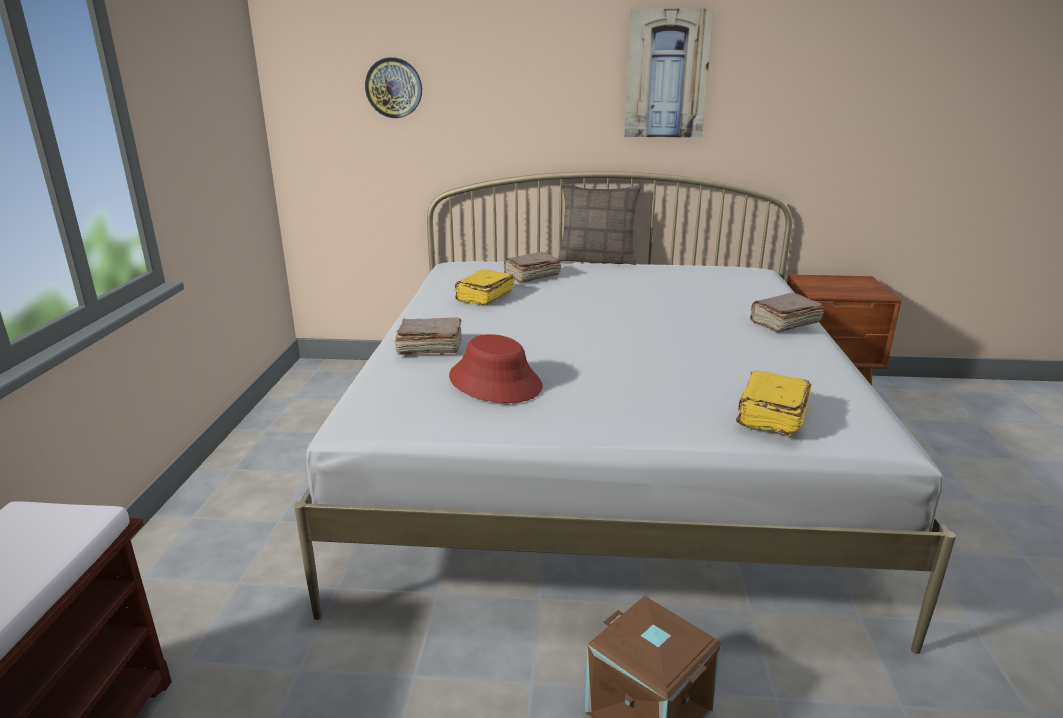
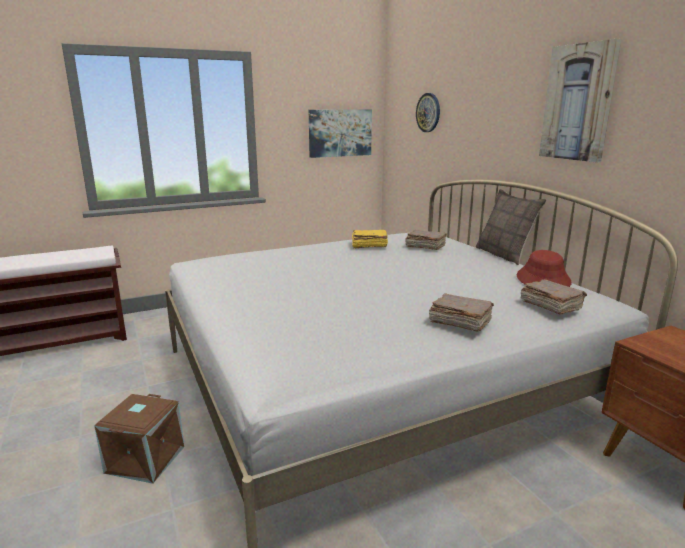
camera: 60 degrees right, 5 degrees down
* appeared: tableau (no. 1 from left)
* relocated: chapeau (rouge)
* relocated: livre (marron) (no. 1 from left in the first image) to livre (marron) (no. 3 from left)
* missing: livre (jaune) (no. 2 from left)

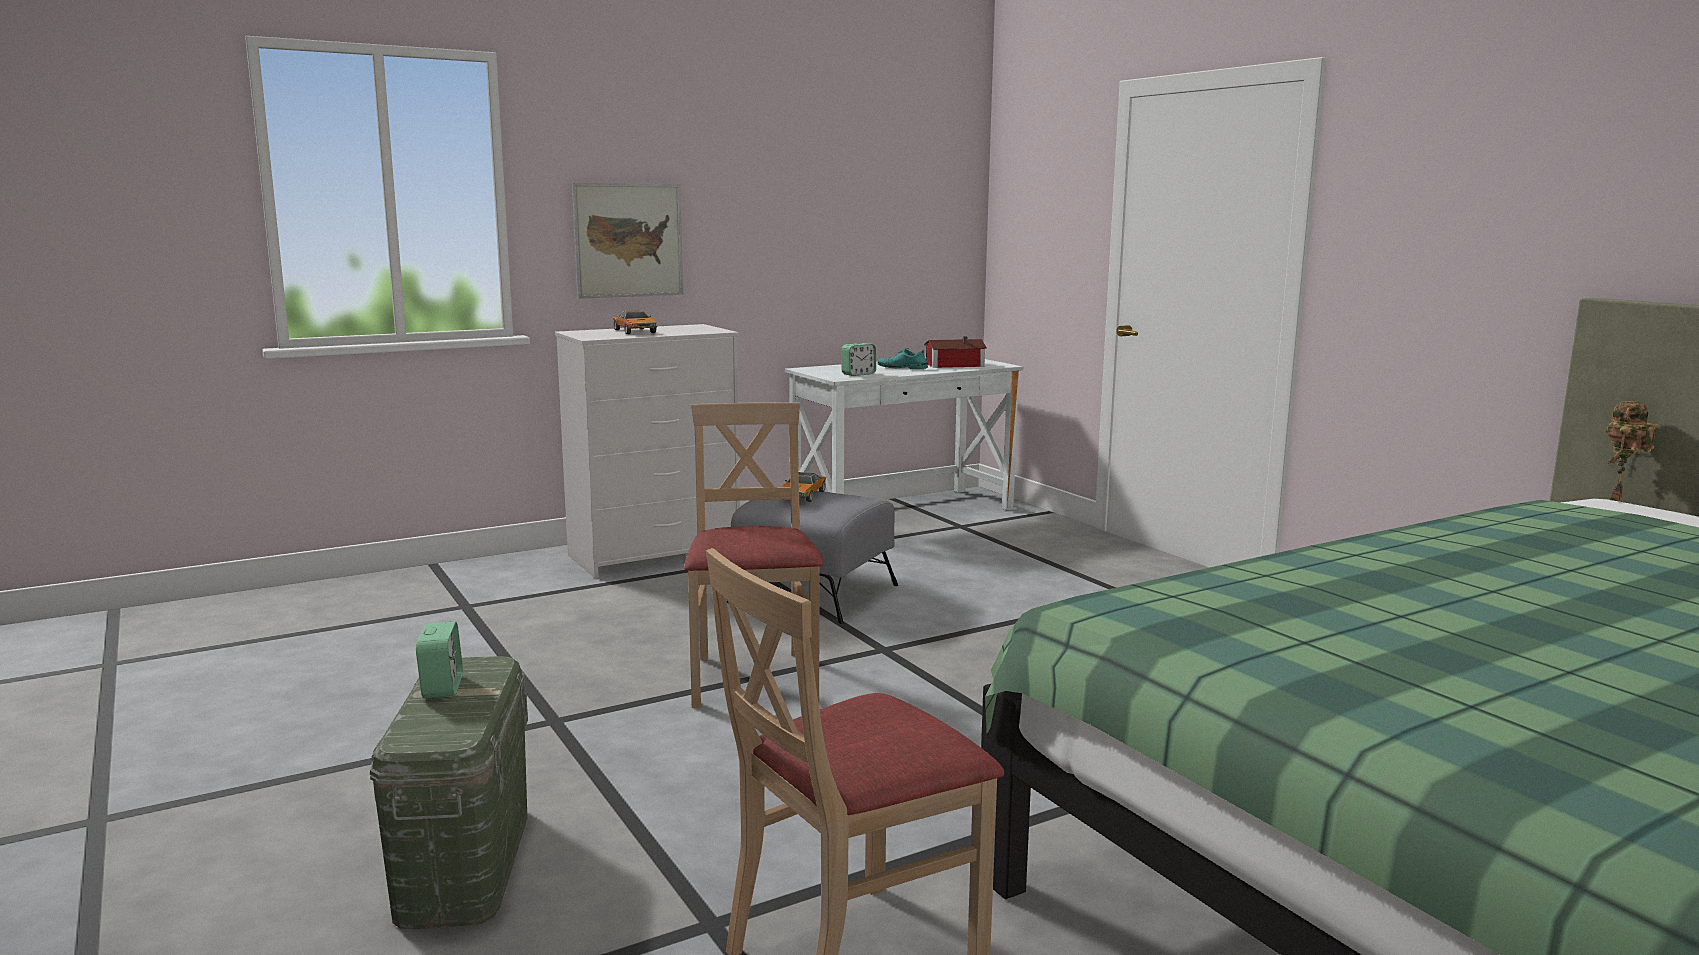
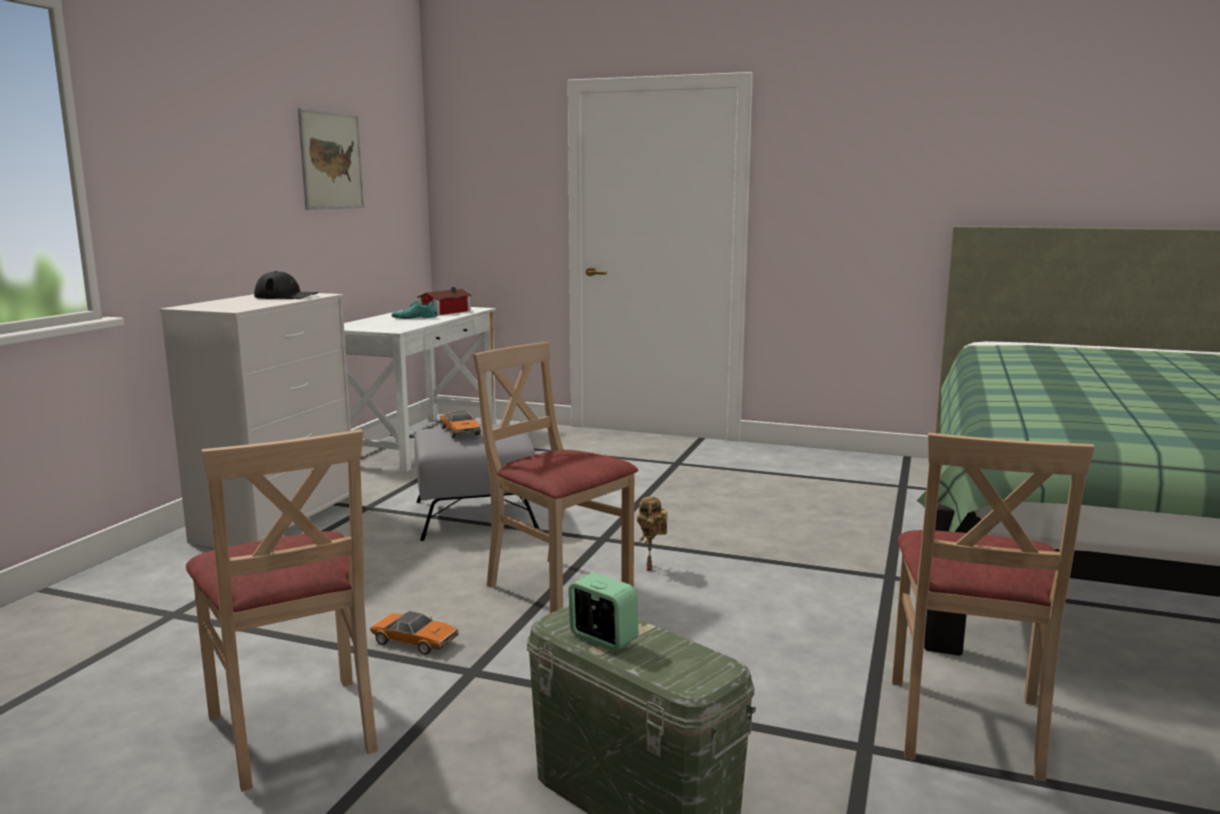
camera: 40 degrees left, 0 degrees up
* appeared: chaise (beige) (no. 1 from left)
* appeared: casquette (noir)
* relocated: tableau
* relocated: petite voiture (no. 1 from left)
* relocated: robot jouet
* missing: réveil (no. 2 from left)

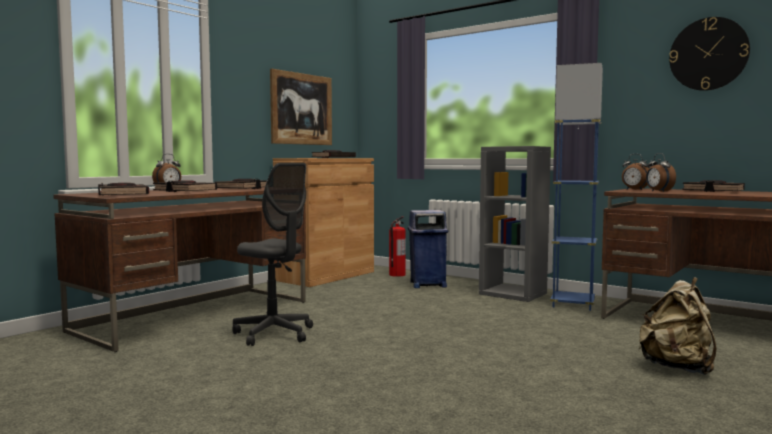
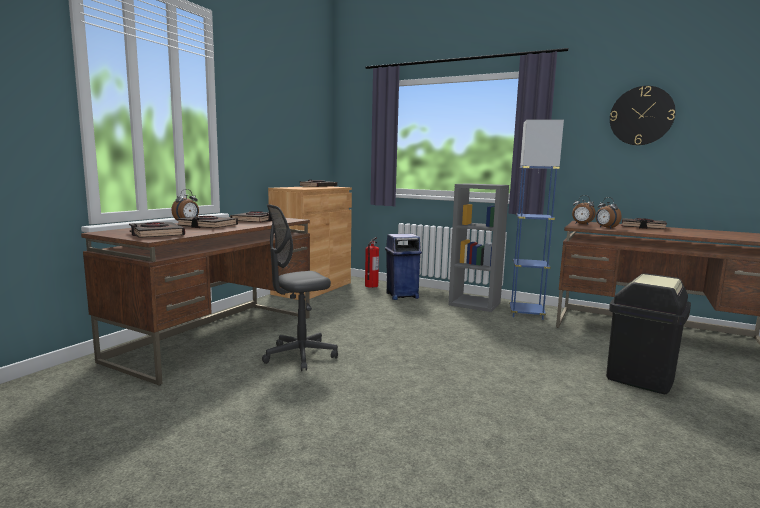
camera: 10 degrees left, 5 degrees up
* spun: chaise de bureau (gris) 120 degrees clockwise
* exchanged: sac à dos (beige) to poubelle (noir)
* missing: tableau

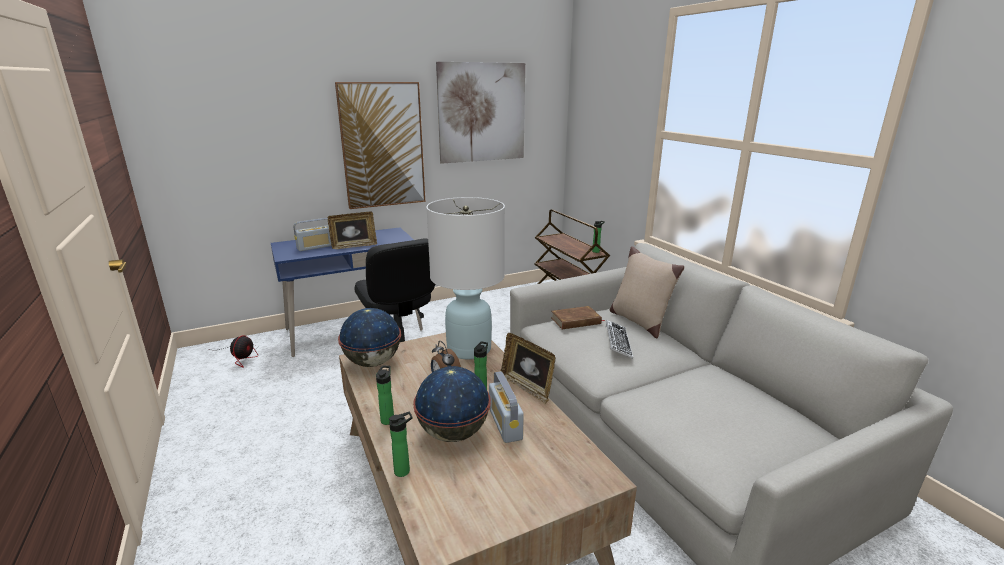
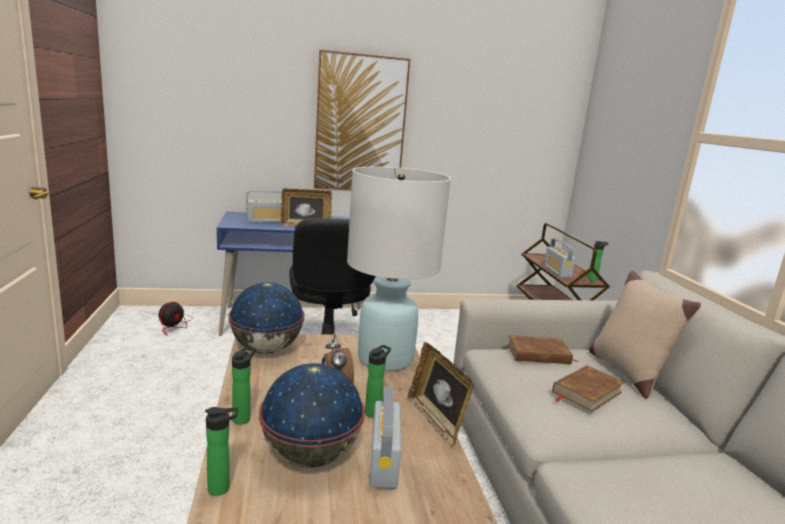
camera: 15 degrees right, 5 degrees down
* appeared: radio (no. 3 from left)
* exchanged: clavier to livre (marron) (no. 2 from left)
* missing: tableau (no. 2 from left)

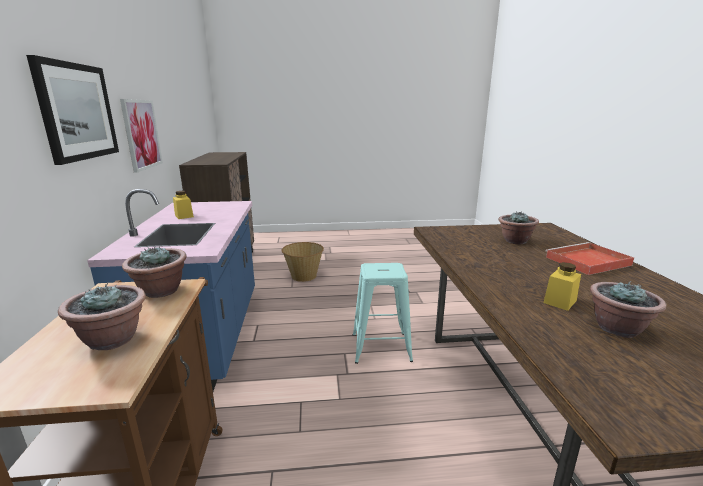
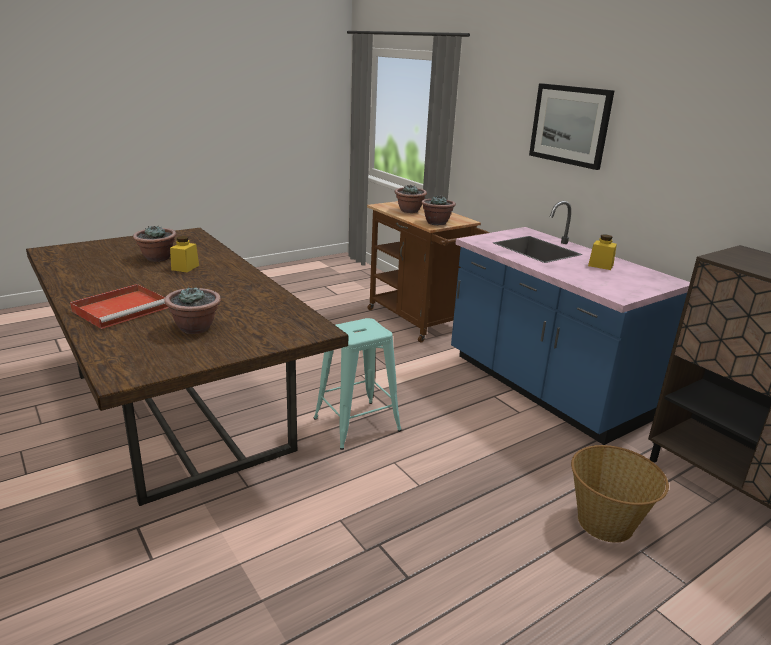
camera: 150 degrees right, 5 degrees up
* missing: tableau (no. 2 from left)

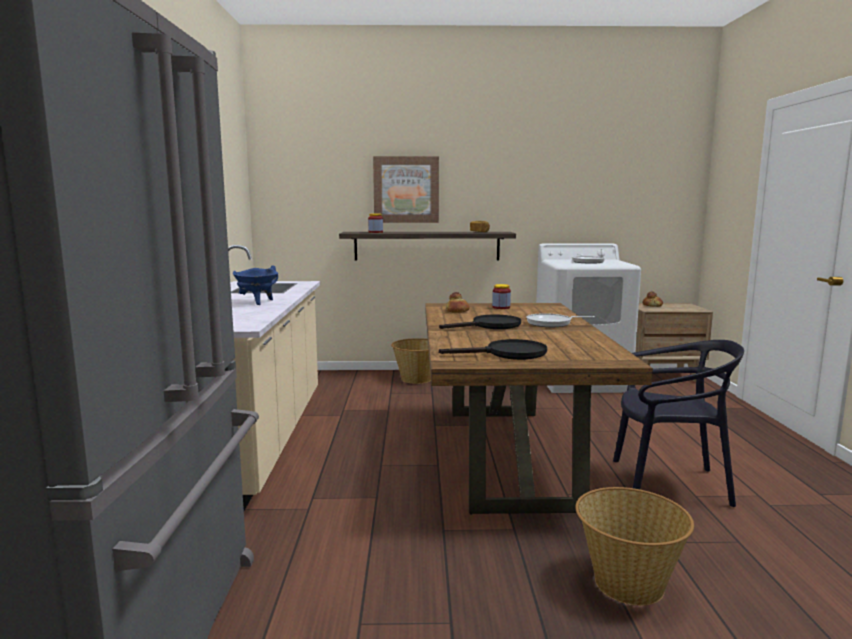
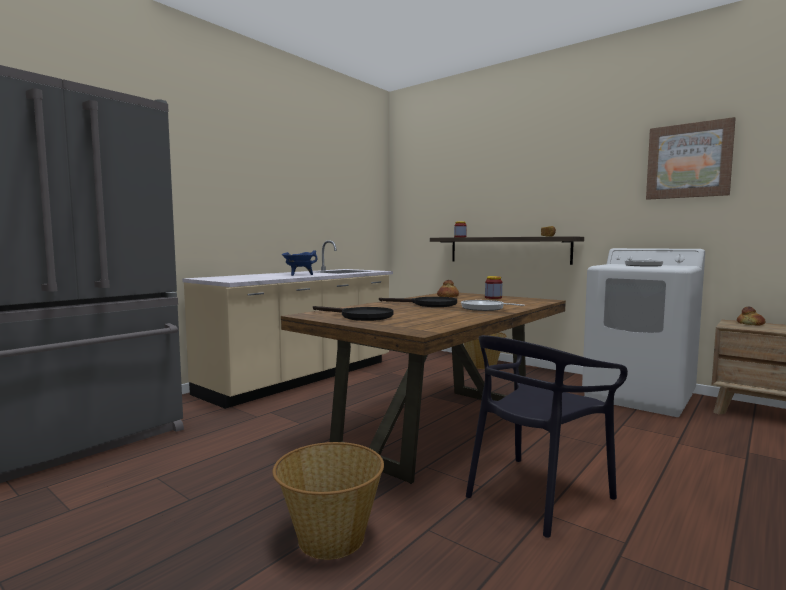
camera: 40 degrees right, 5 degrees down
* spun: chaise (noir) 90 degrees clockwise
* relocated: tableau

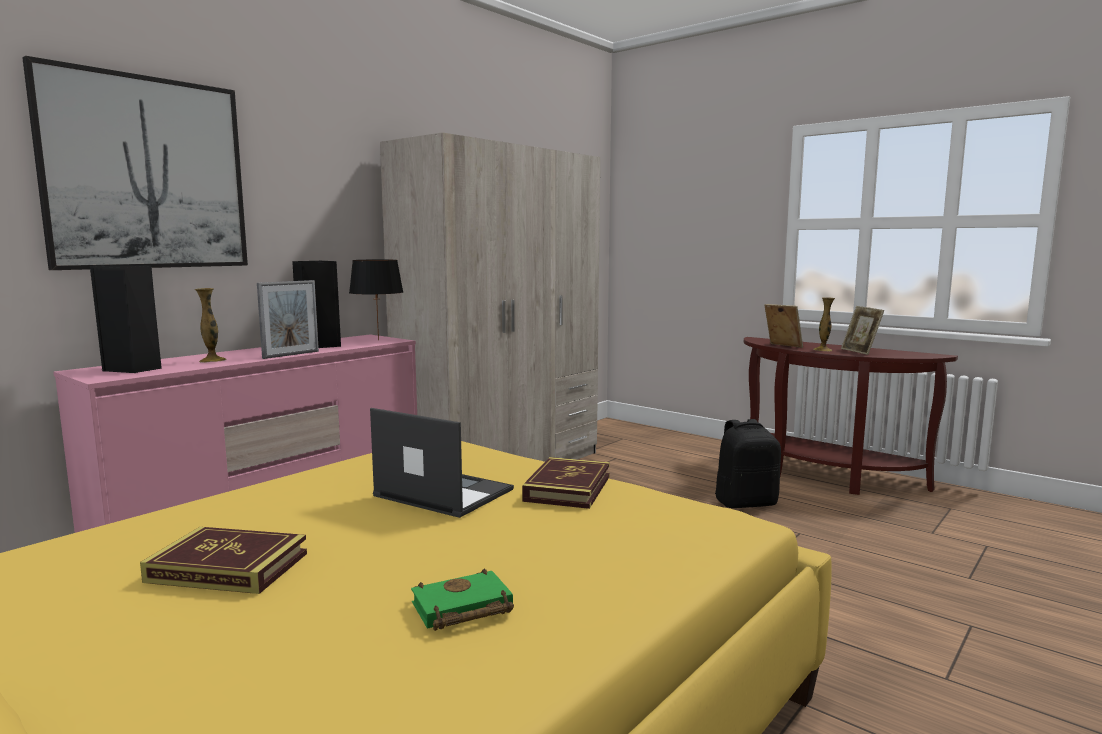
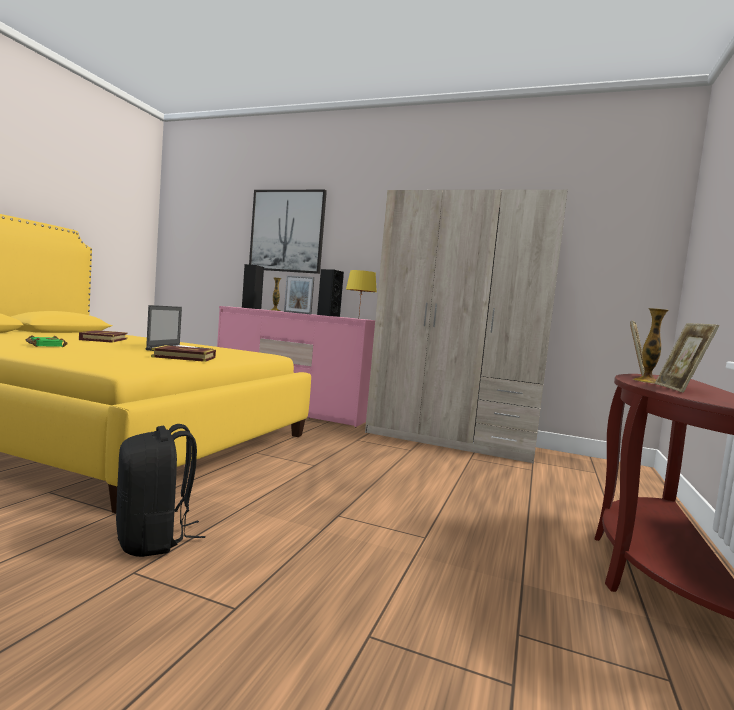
camera: 70 degrees right, 5 degrees down
* relocated: sac à dos (noir)
* colour: lampe de table (noir) to lampe de table (jaune)
* spun: cadre photo (no. 3 from left) 45 degrees counterclockwise

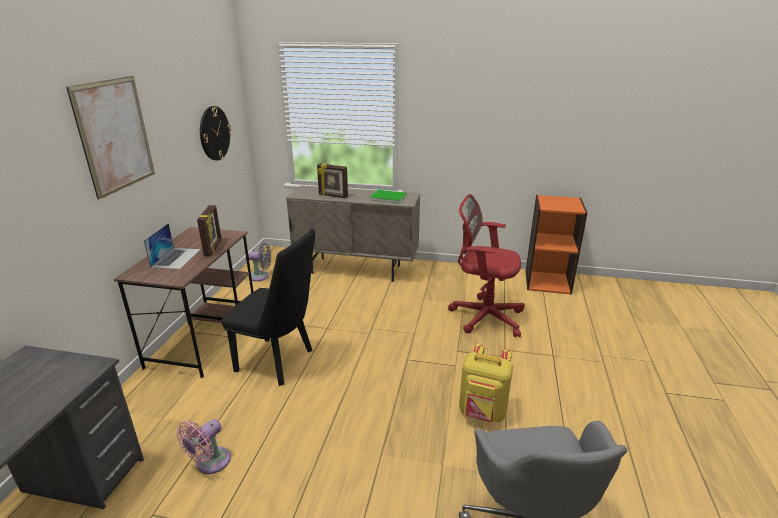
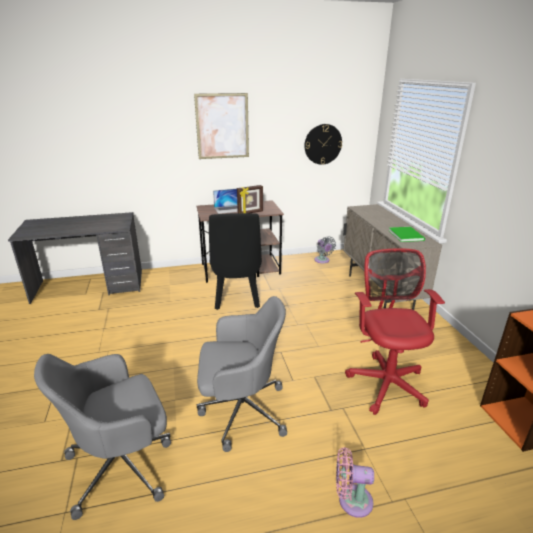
camera: 65 degrees right, 0 degrees up
* exchanged: sac à dos (jaune) to chaise de bureau (gris) (no. 2 from left)
* relocated: ventilateur (rose)
* missing: cadre photo (no. 2 from left)

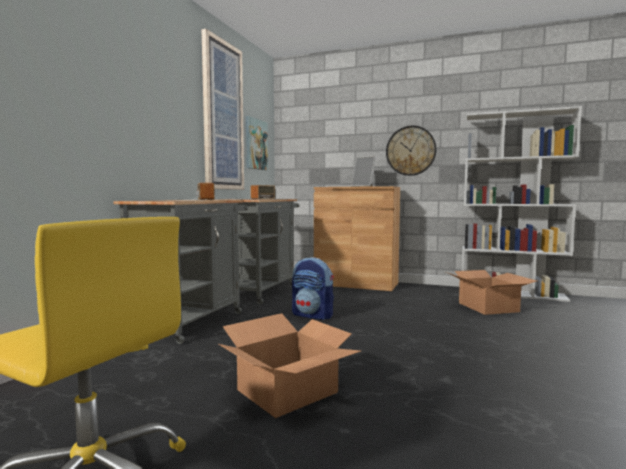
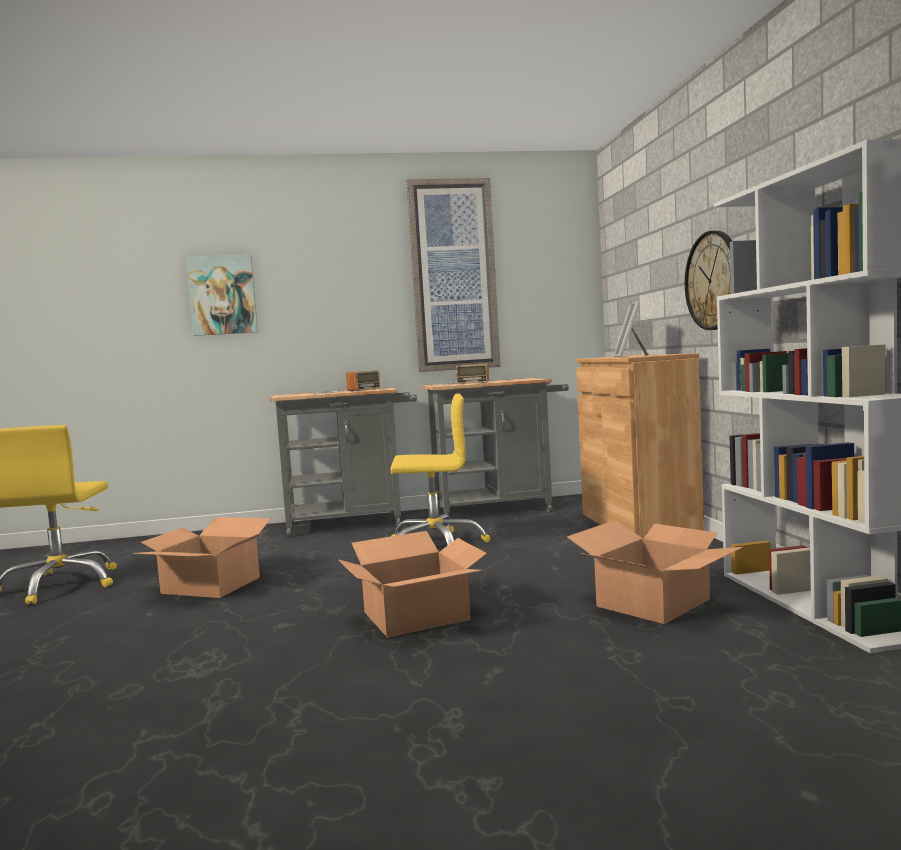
camera: 60 degrees right, 0 degrees up
* relocated: tableau (no. 2 from left in the first image) to tableau (no. 1 from left)
* appeared: carton (no. 2 from left)
* exchanged: sac à dos to chaise de bureau (jaune) (no. 2 from left)

